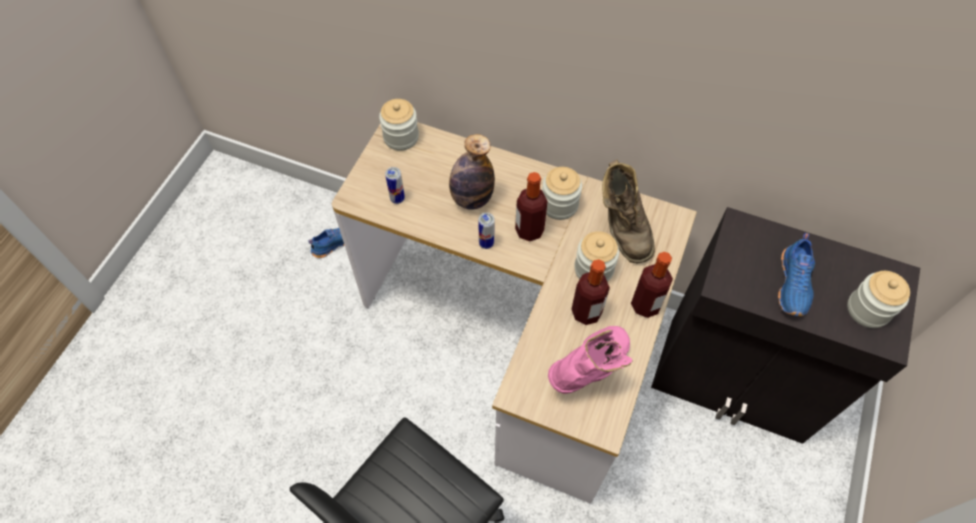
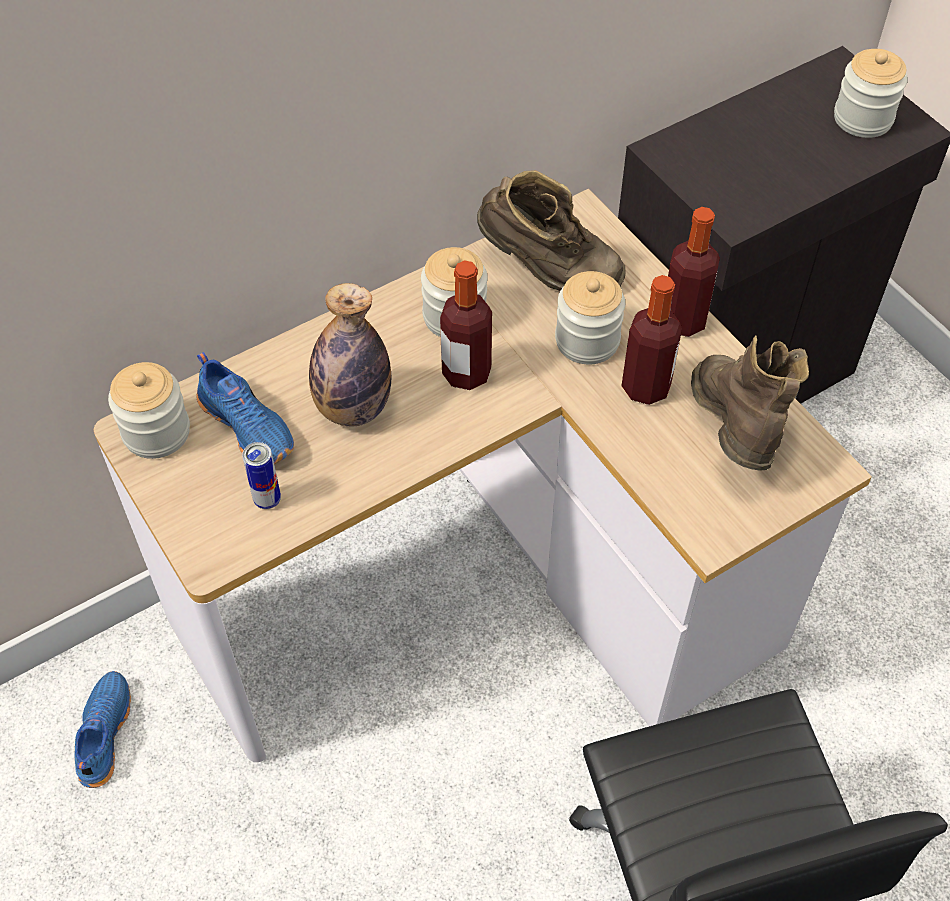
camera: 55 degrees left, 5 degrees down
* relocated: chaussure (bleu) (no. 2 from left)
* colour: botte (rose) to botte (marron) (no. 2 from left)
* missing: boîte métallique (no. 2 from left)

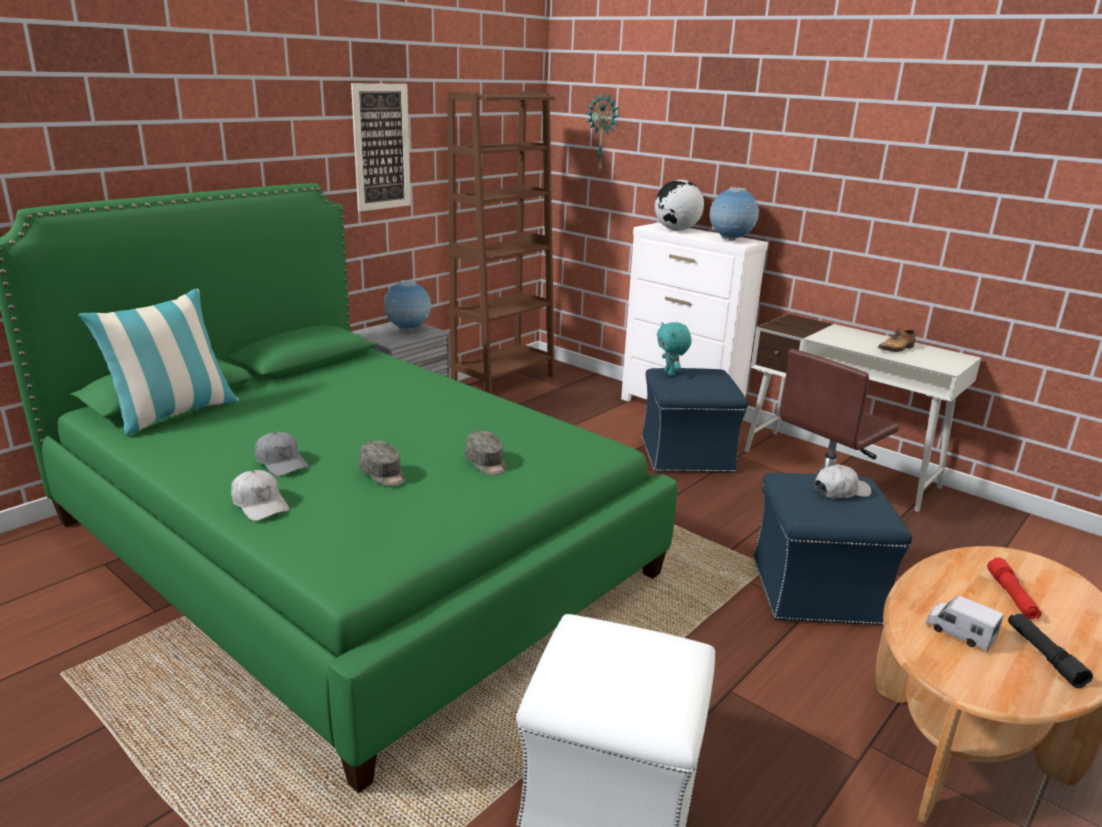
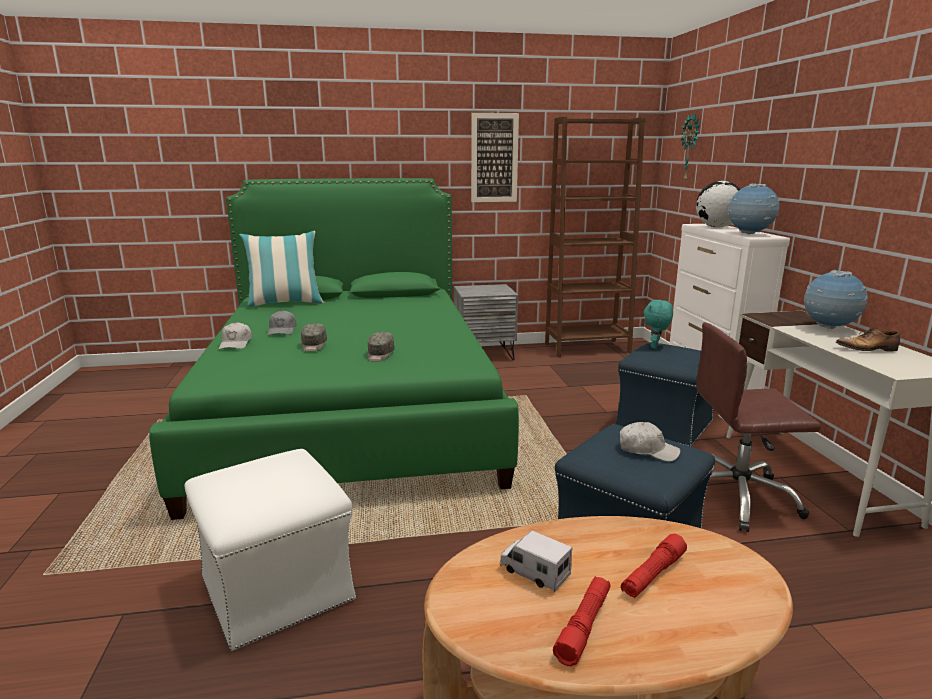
camera: 40 degrees right, 5 degrees down
* spun: camion jouet 45 degrees counterclockwise
* colour: lampe de poche (noir) to lampe de poche (rouge) (no. 1 from left)
* relocated: globe (no. 1 from left in the first image) to globe (no. 3 from left)

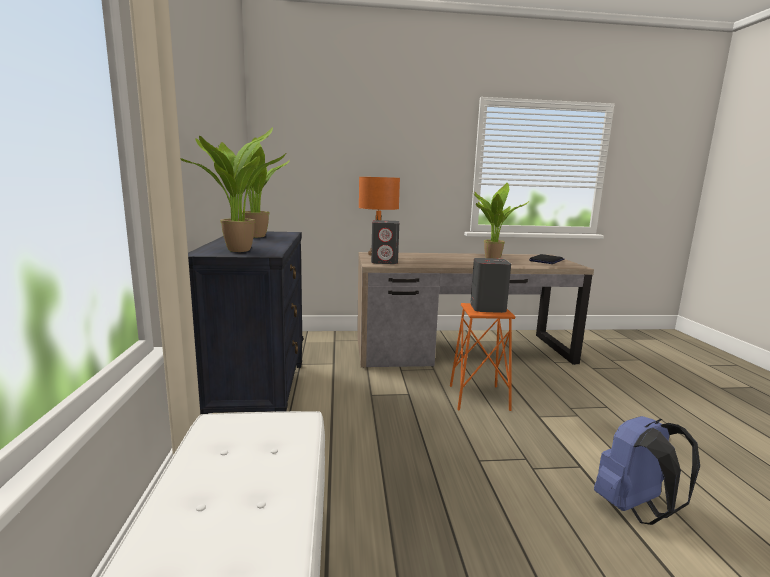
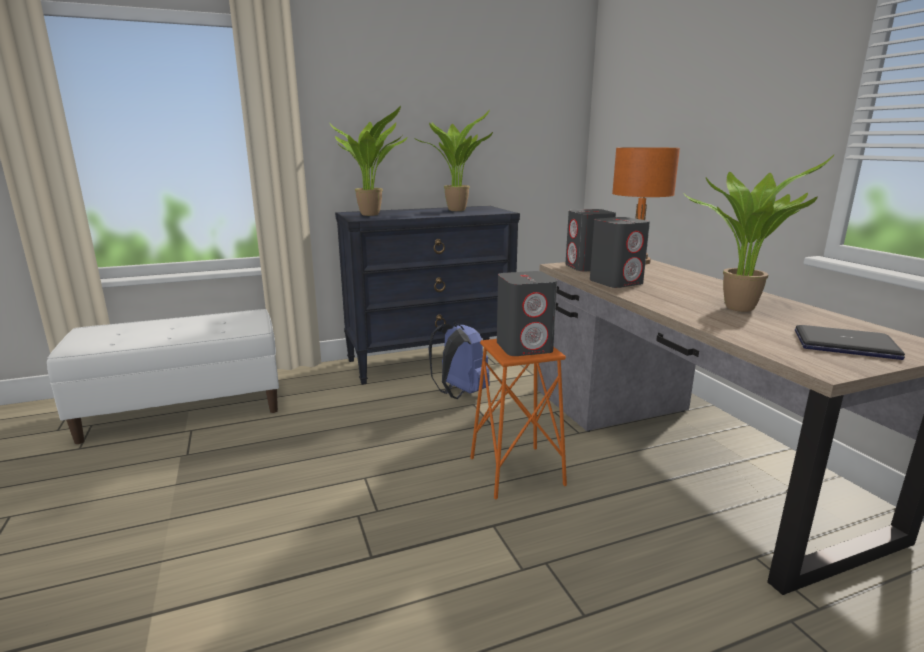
camera: 75 degrees right, 5 degrees up
* relocated: sac à dos (bleu)
* appeared: enceinte (gris) (no. 3 from left)

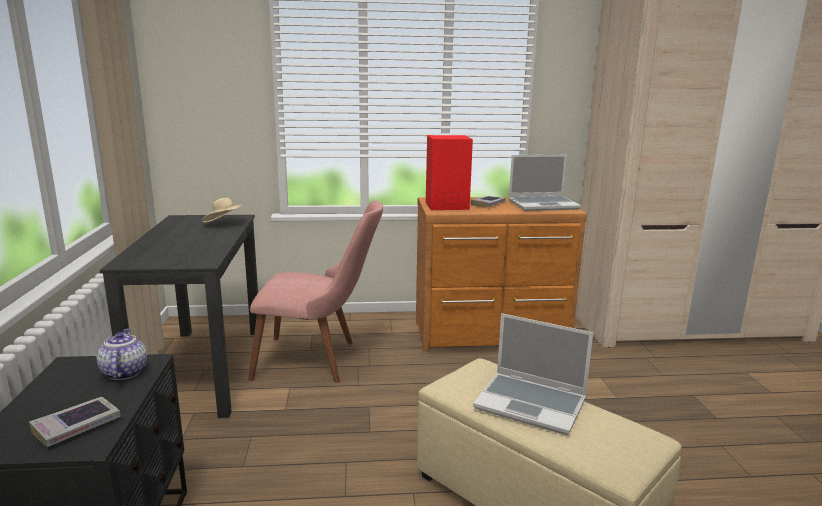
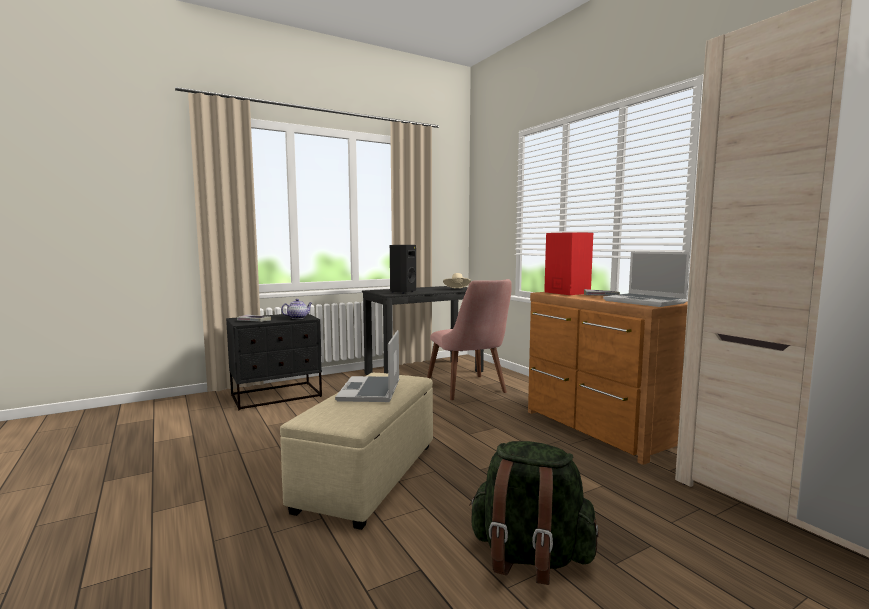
camera: 65 degrees right, 10 degrees down
* appeared: enceinte (noir)
* appeared: sac à dos (vert)

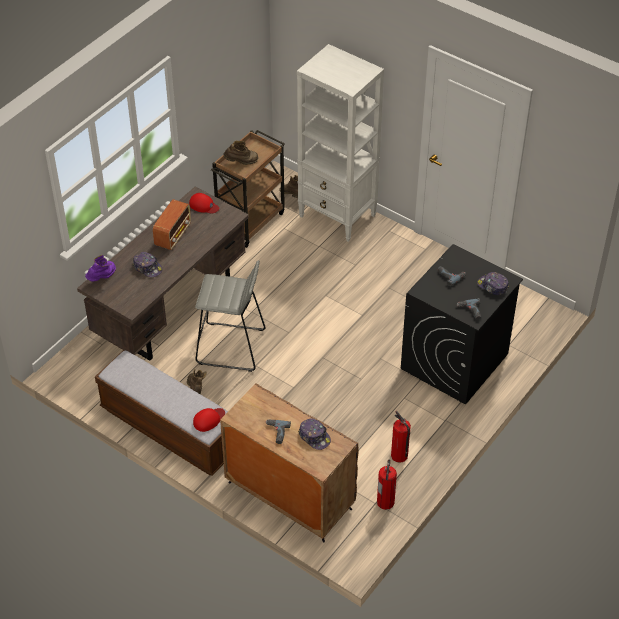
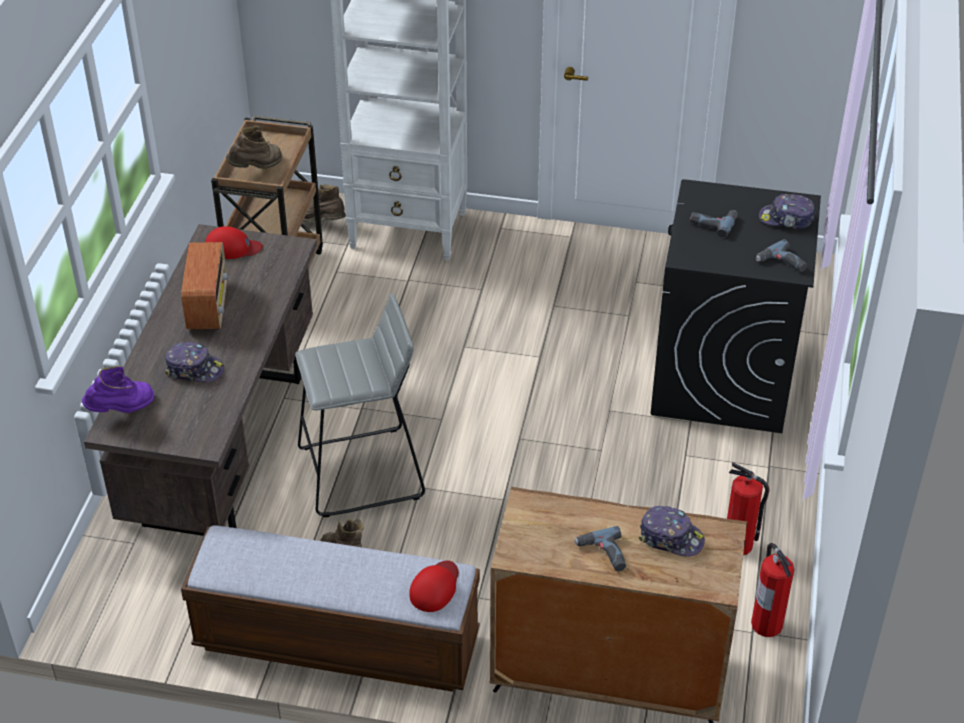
camera: 25 degrees left, 5 degrees down
* spun: botte (violet) 45 degrees clockwise

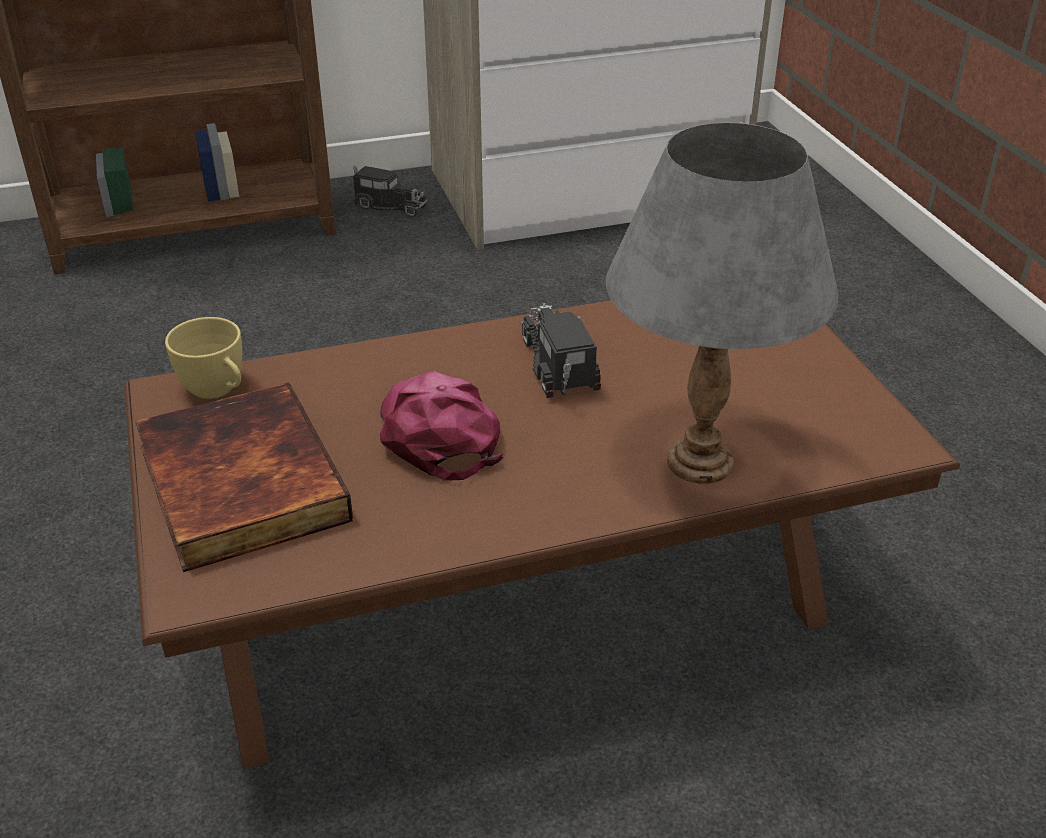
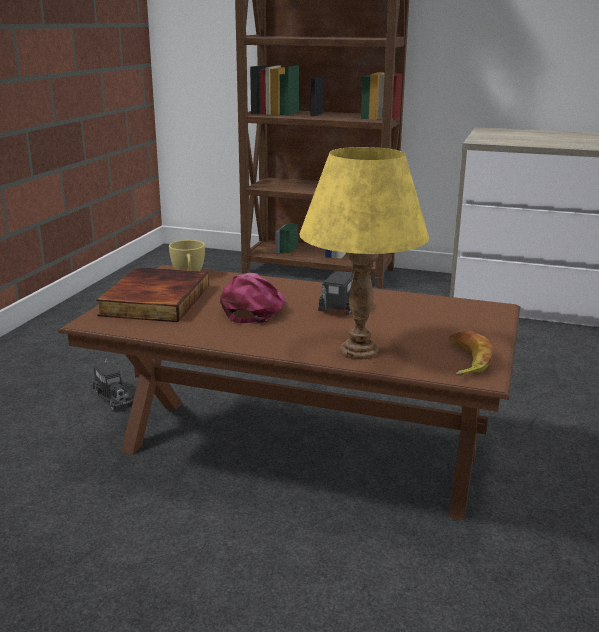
camera: 35 degrees right, 15 degrees down
* relocated: camion jouet (no. 1 from left)
* colour: lampe de table (gris) to lampe de table (jaune)
* appeared: banane

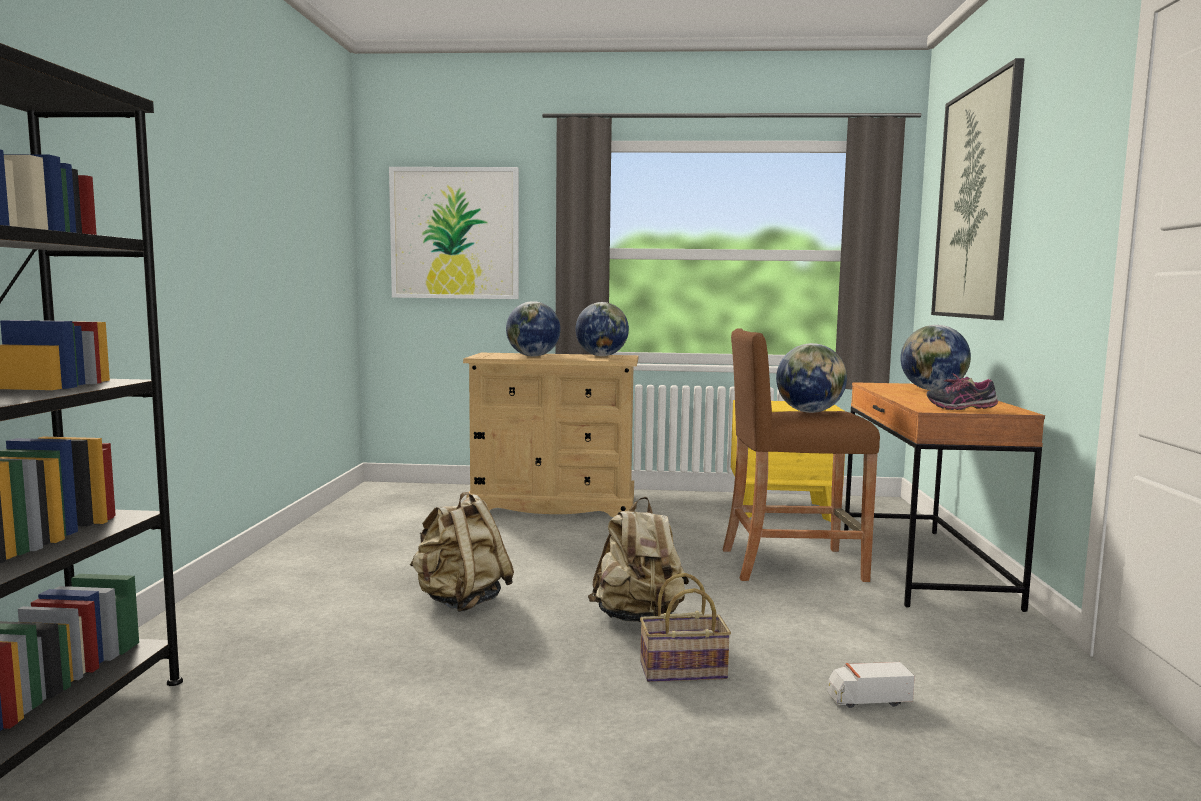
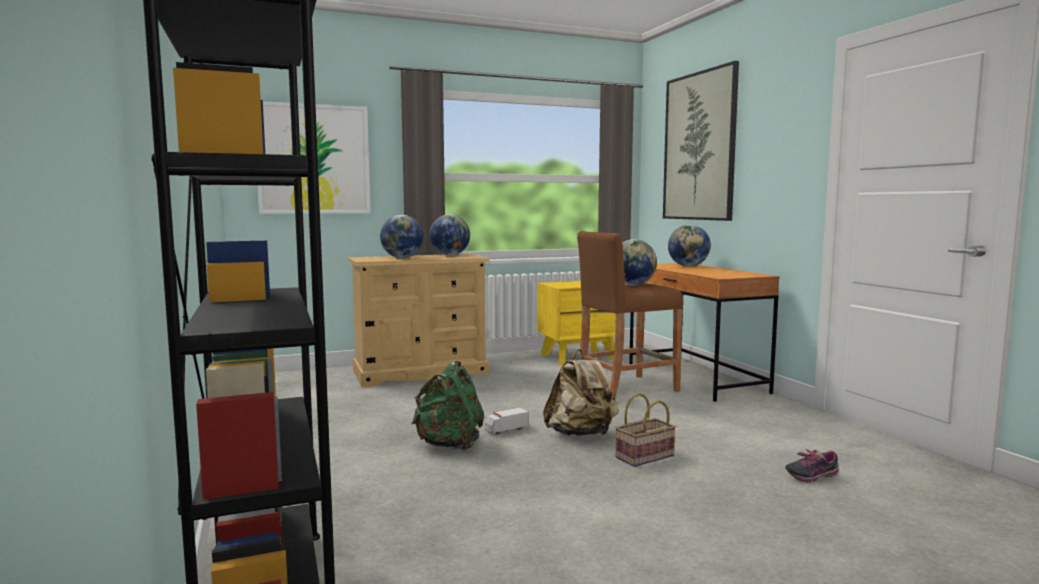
camera: 25 degrees left, 0 degrees up
* colour: sac à dos (beige) (no. 1 from left) to sac à dos (vert)
* relocated: camion jouet
* relocated: chaussure

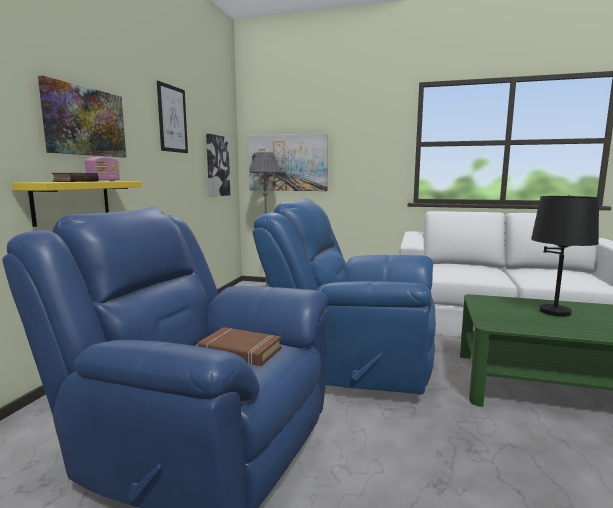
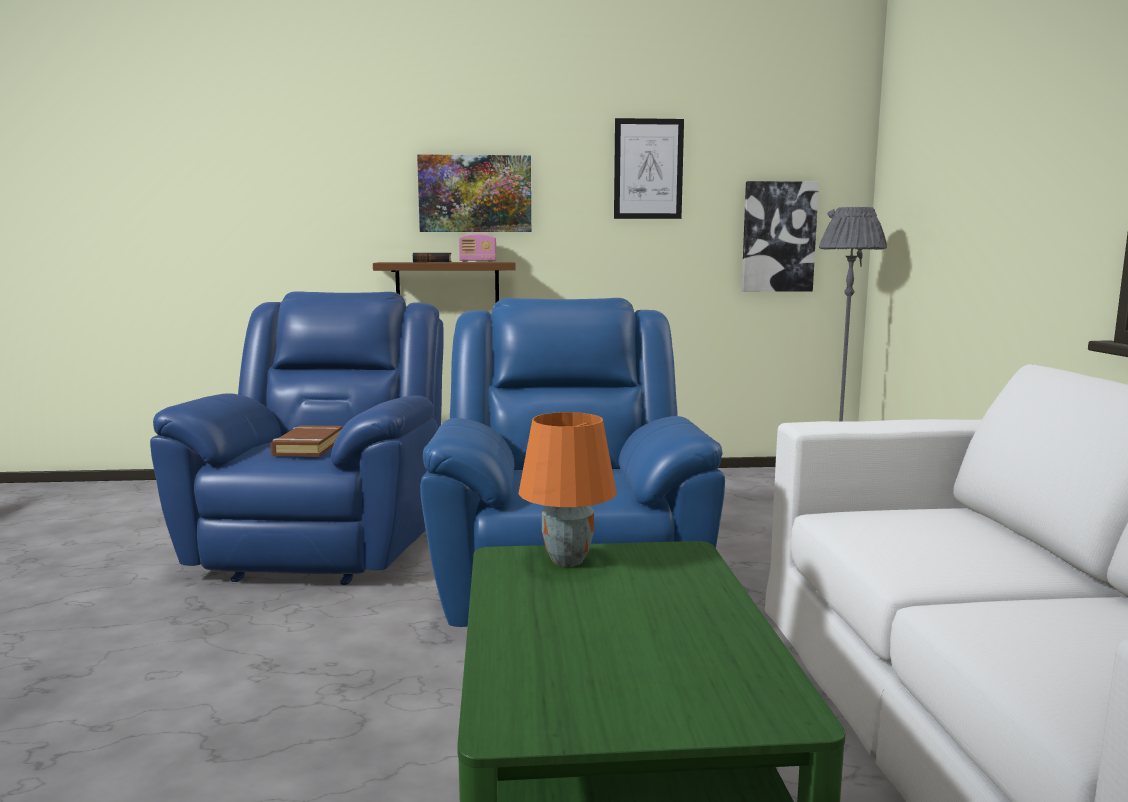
camera: 70 degrees right, 0 degrees up
* colour: étagère (jaune) to étagère (marron)
* appeared: lampe de table (orange)
* missing: tableau (no. 4 from left)
* missing: lampe de table (noir)

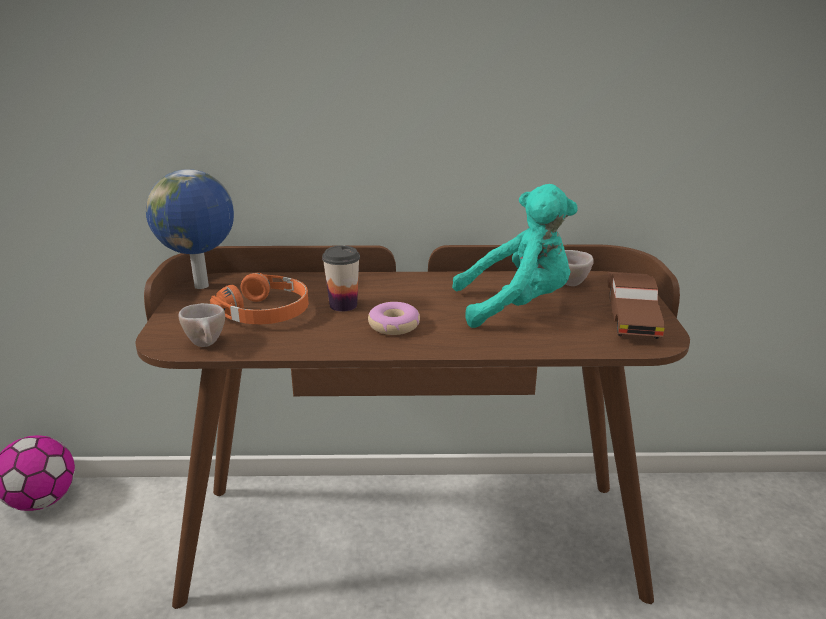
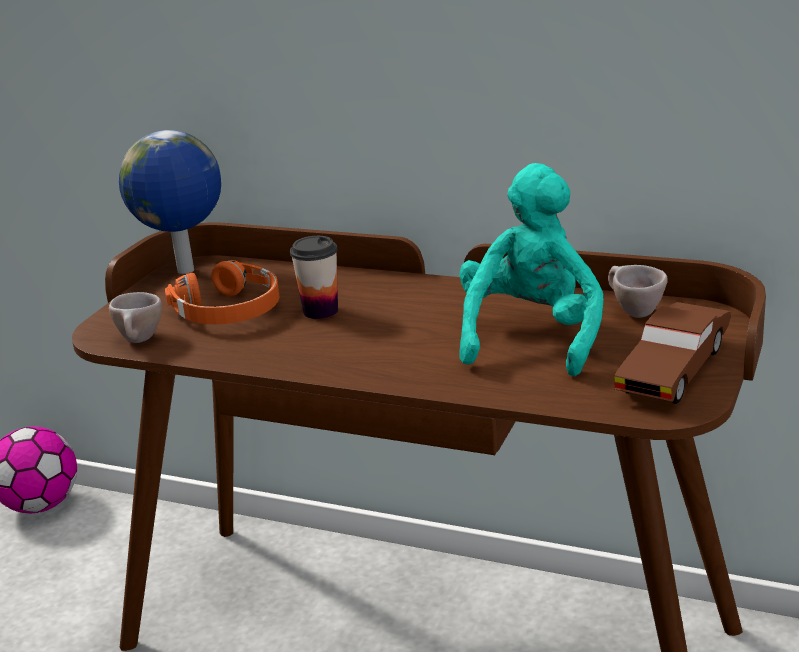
camera: 25 degrees right, 0 degrees up
* spun: peluche (turquoise) 90 degrees counterclockwise
* missing: beignet

